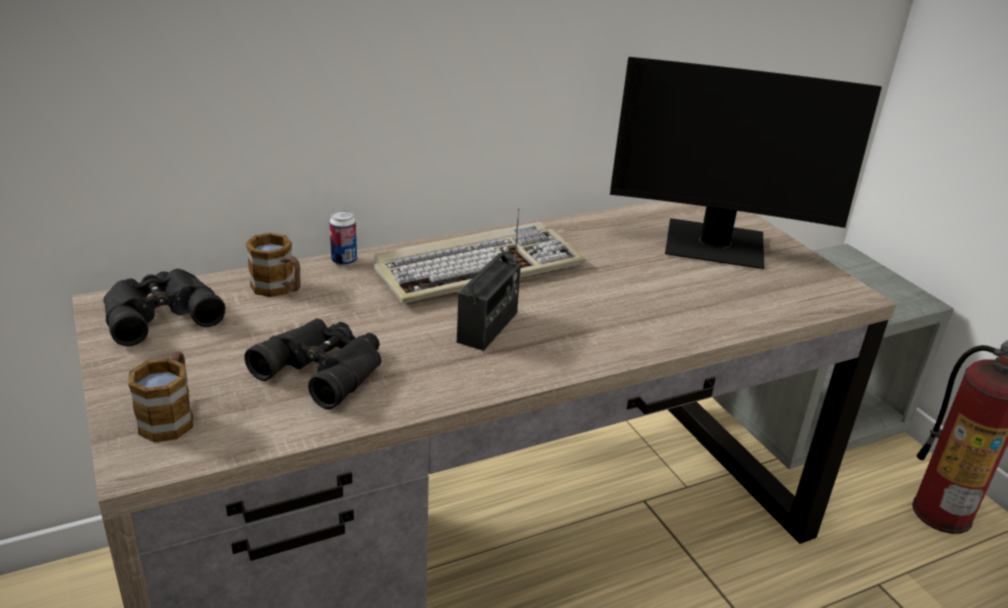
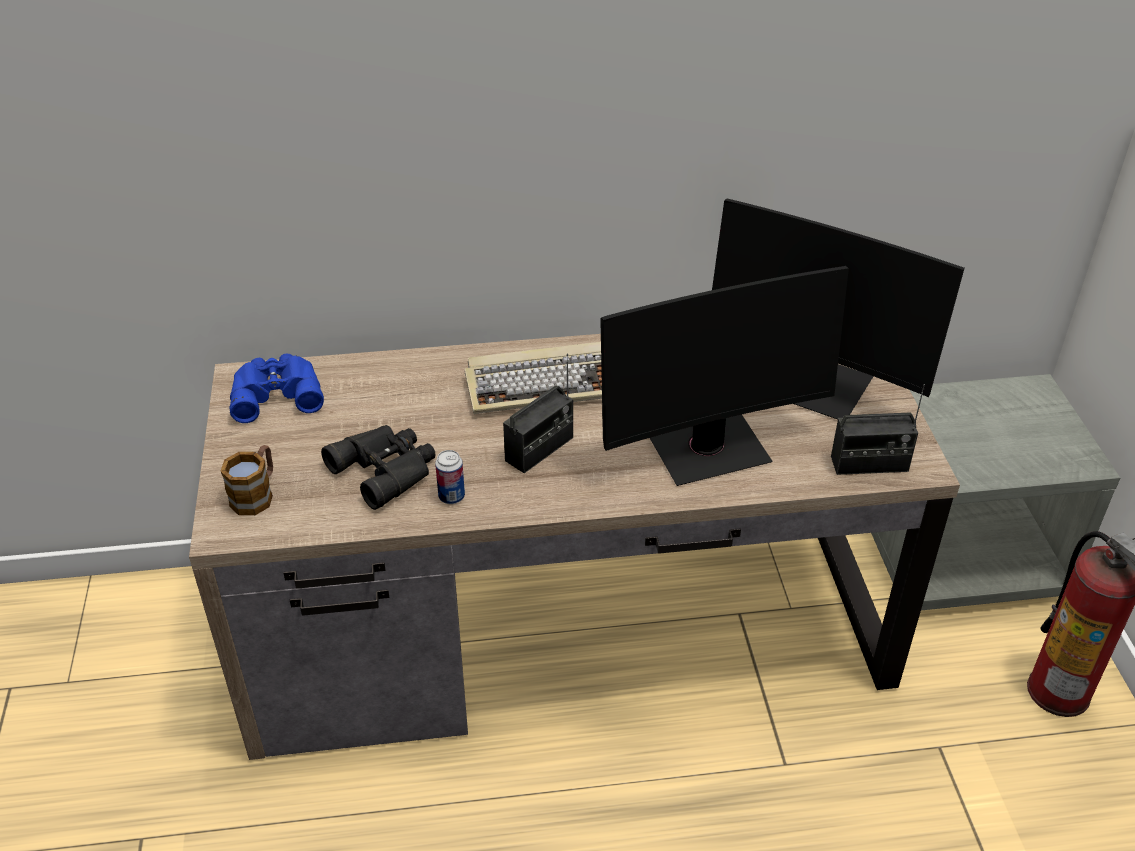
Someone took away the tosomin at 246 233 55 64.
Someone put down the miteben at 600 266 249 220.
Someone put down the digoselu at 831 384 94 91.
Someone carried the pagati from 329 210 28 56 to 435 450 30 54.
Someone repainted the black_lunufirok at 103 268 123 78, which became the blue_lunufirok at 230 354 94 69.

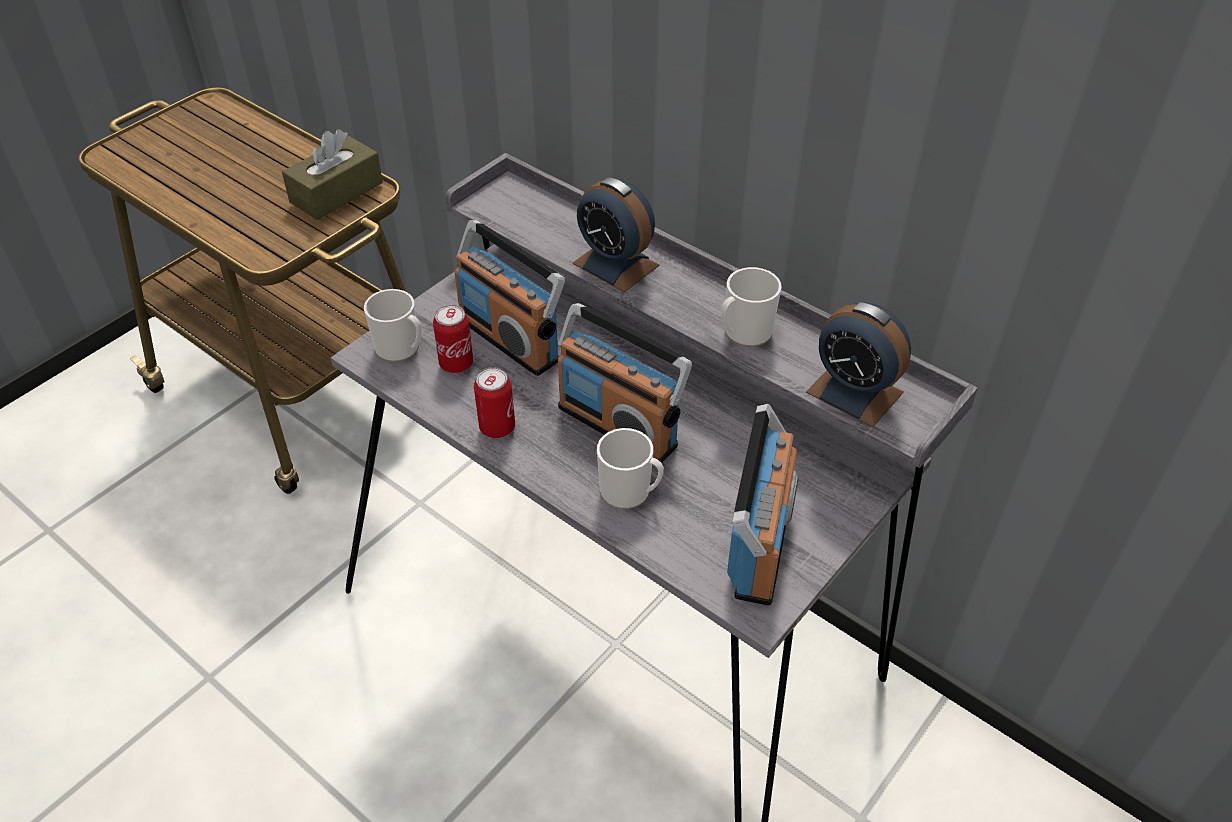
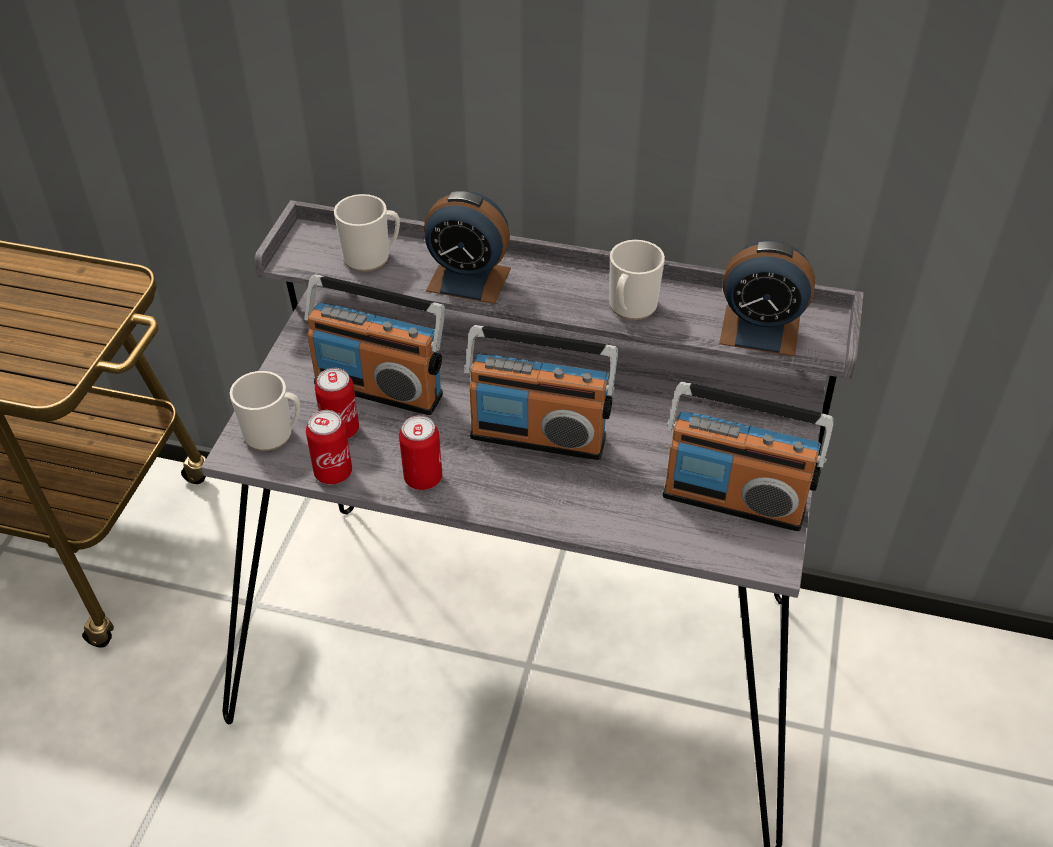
Someone took away the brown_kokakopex at 282 129 101 91.
Someone put down the pagati at 306 410 46 74.
Someone carried the tosomin from 597 428 67 81 to 334 194 66 78.
Someone rotated the digoselu at 727 404 71 202 by 120 degrees clockwise.

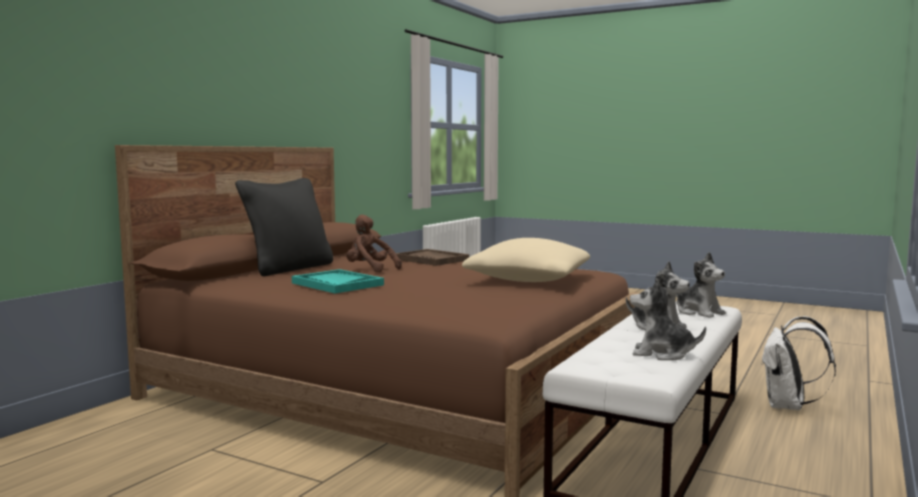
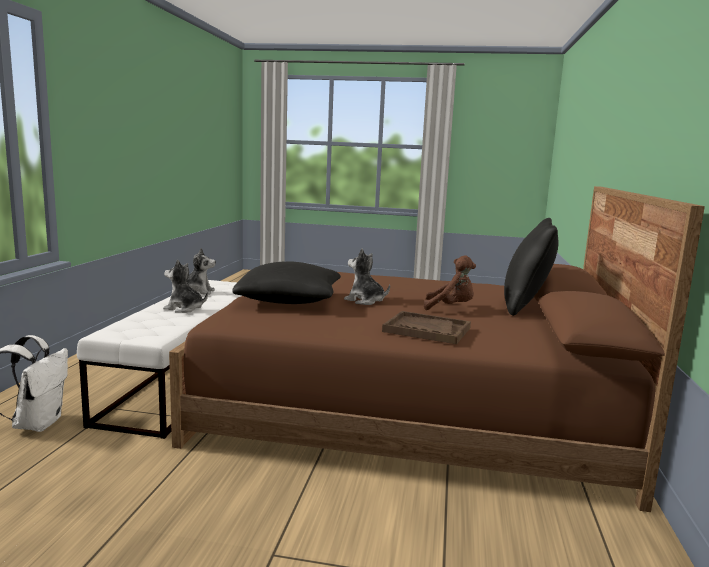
Someone took away the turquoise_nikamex at 292 269 92 24.
Someone carried the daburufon from 676 252 50 66 to 344 249 46 56.
Someone repainted the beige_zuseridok at 462 238 128 44, which became the black_zuseridok at 232 261 109 43.

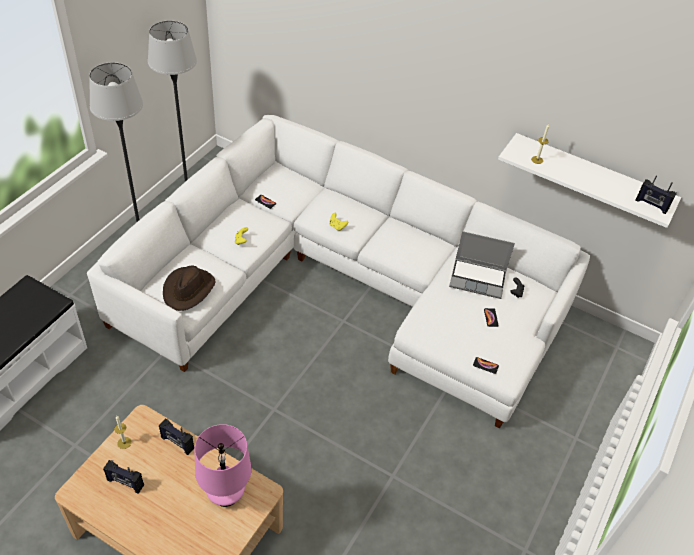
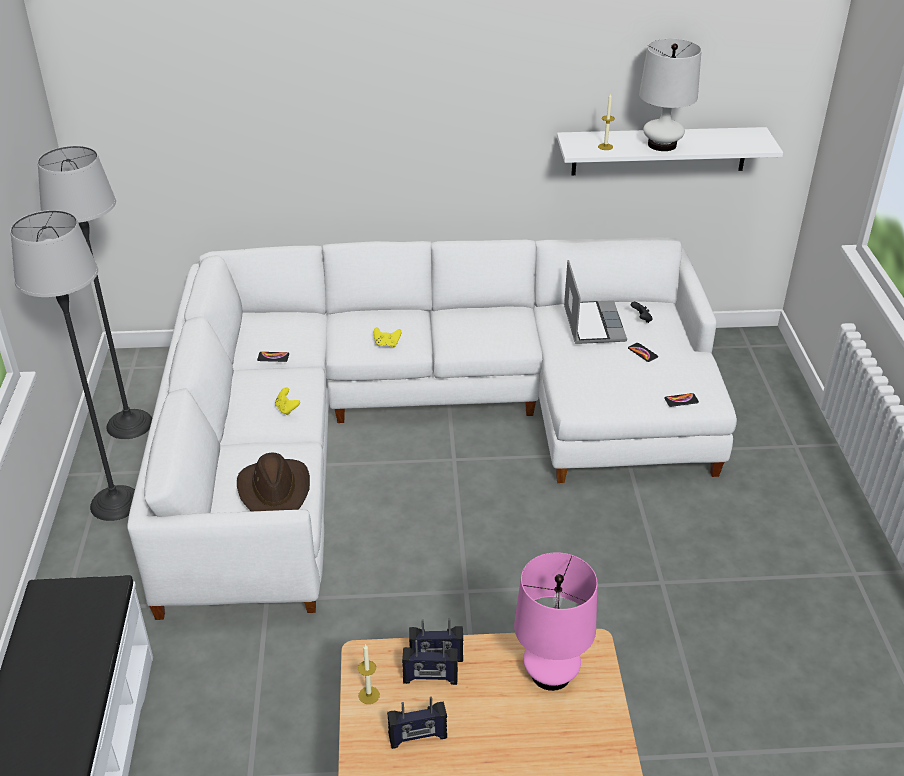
Someone put down the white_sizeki at 639 39 63 112.
Someone carried the digoselu from 635 175 42 39 to 402 640 56 45.
Someone rotated the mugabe at 449 231 66 68 by 75 degrees counterclockwise.

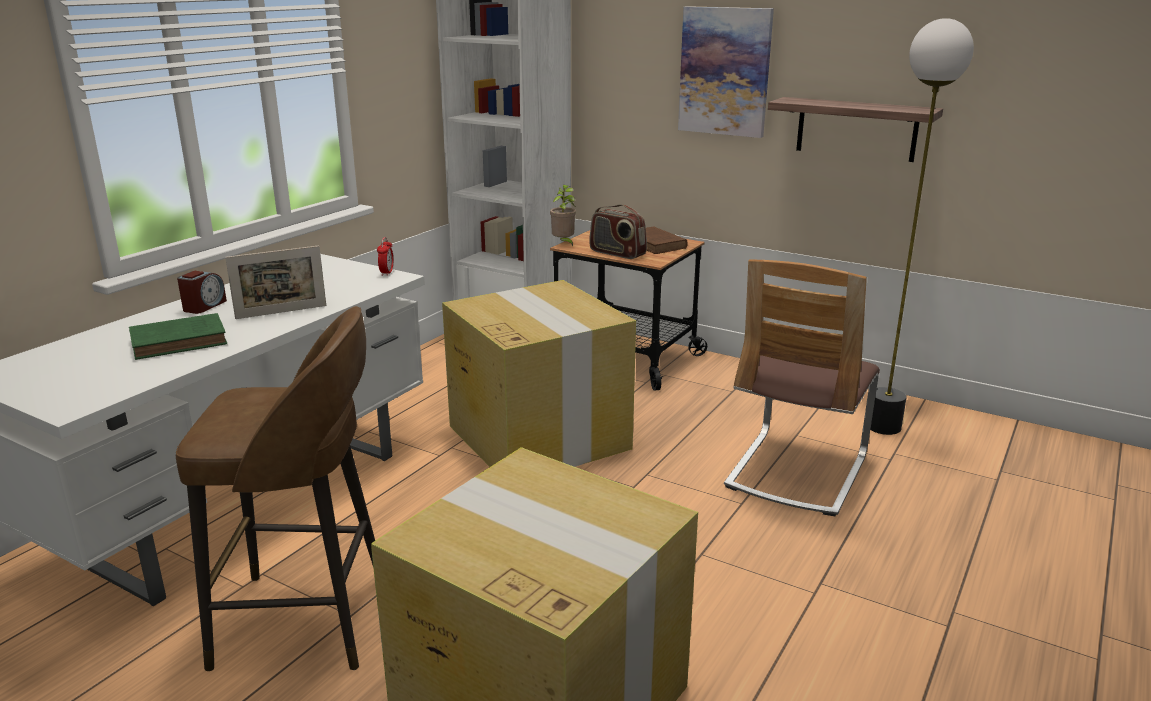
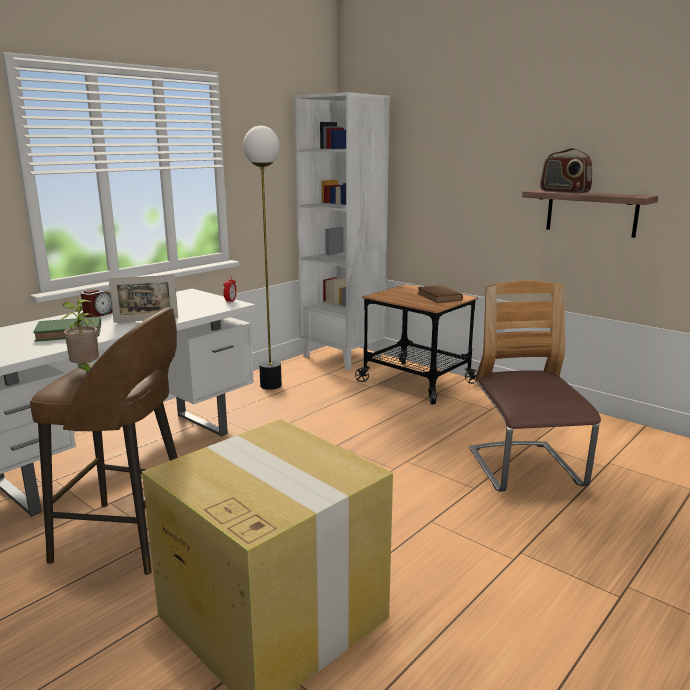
Someone took away the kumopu at 442 280 194 187.
Someone took away the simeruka at 678 6 96 132.
Someone carried the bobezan from 550 185 26 61 to 61 299 38 74.
Someone carried the digoselu from 589 204 58 55 to 540 148 52 45.
Someone carried the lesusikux from 870 18 104 417 to 243 126 39 264.
Someone rotated the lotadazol at 724 259 156 257 by 135 degrees clockwise.

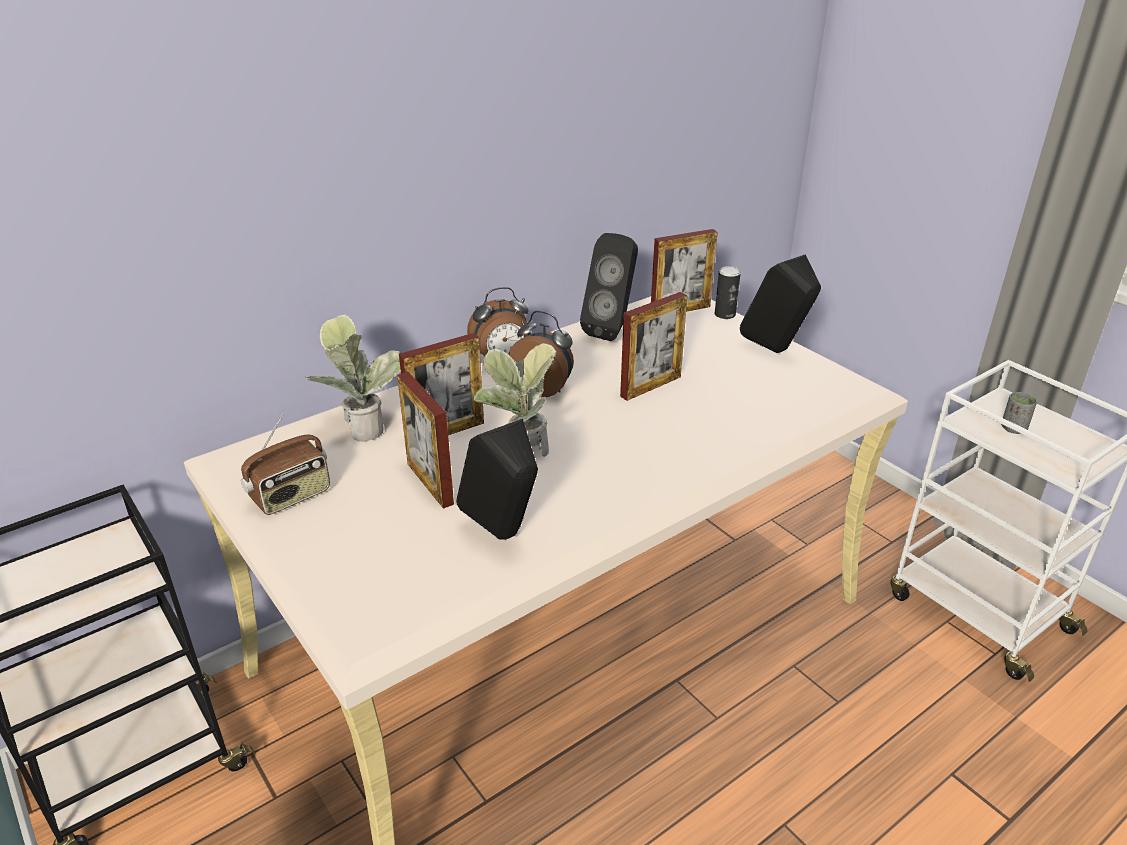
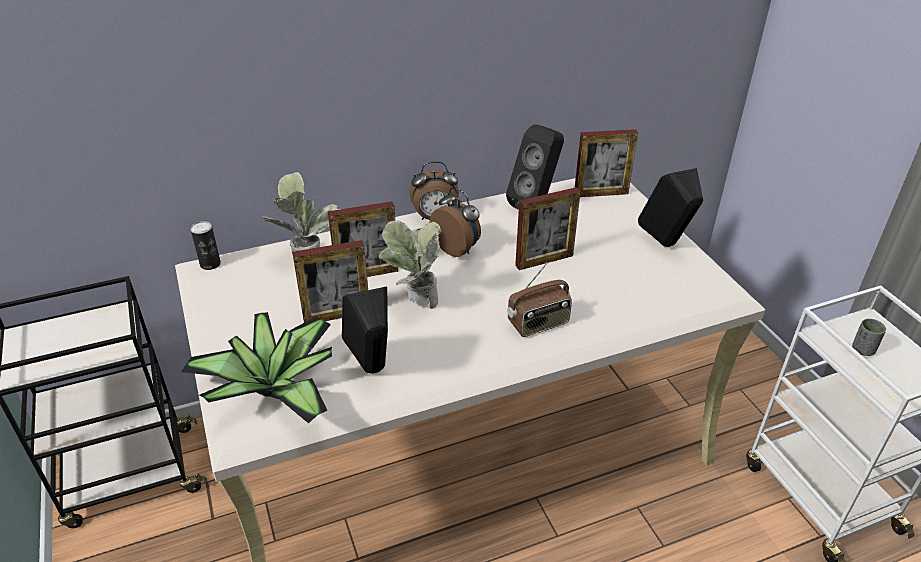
Someone put down the bobezan at 181 312 151 111.
Someone carried the digoselu from 241 414 89 101 to 507 263 65 74.
Someone carried the pagati from 715 266 26 53 to 191 221 30 49.
Someone rotated the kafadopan at 397 372 57 137 by 90 degrees counterclockwise.

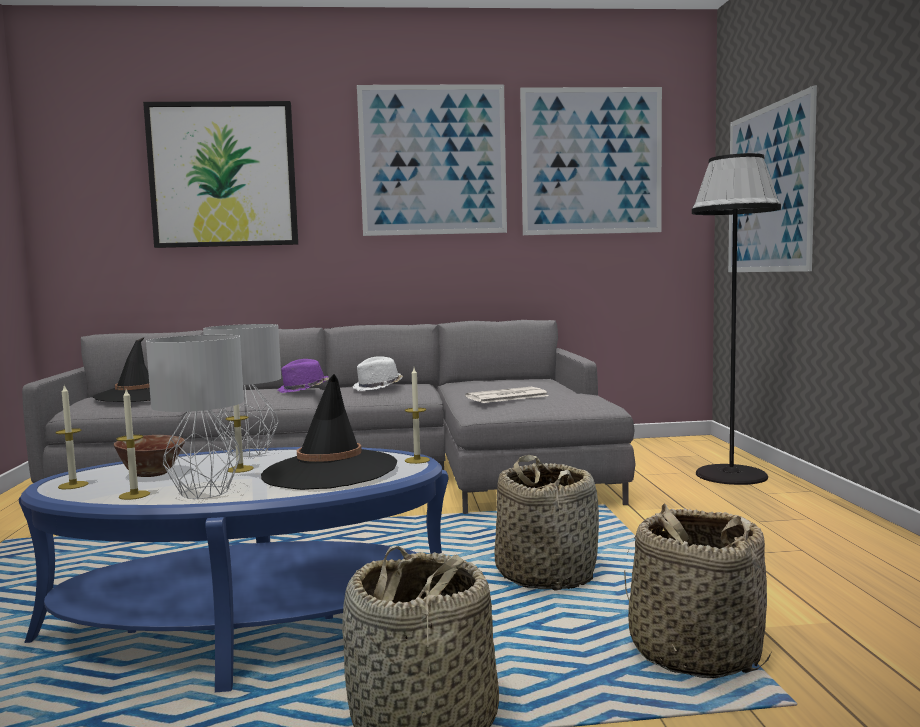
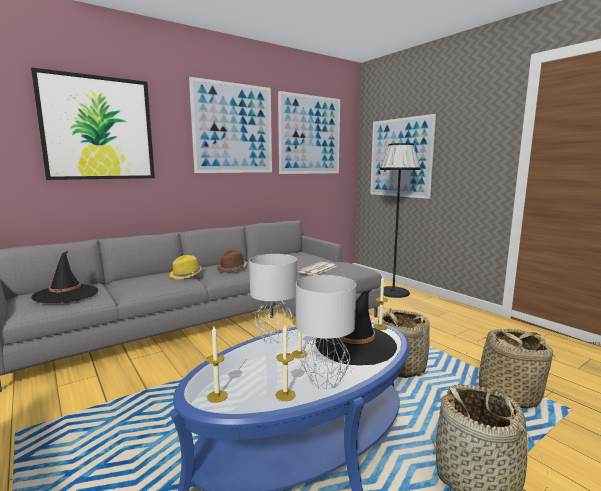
Someone took away the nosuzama at 114 435 71 42.
Someone repainted the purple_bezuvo at 277 359 52 34, which became the yellow_bezuvo at 169 255 33 24.
Someone repainted the white_bezuvo at 353 356 50 35, which became the brown_bezuvo at 217 250 29 23.

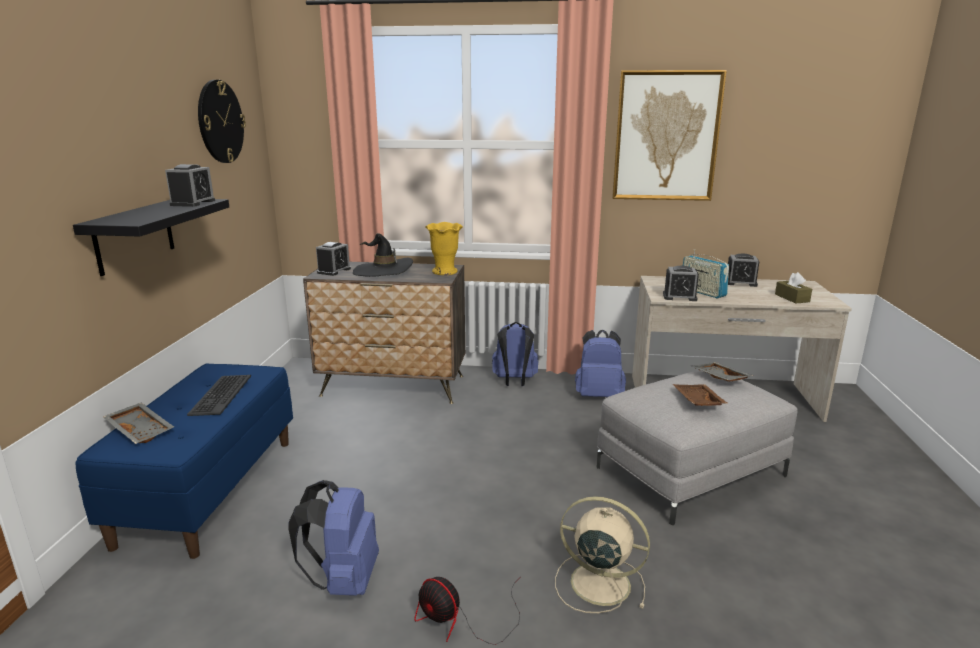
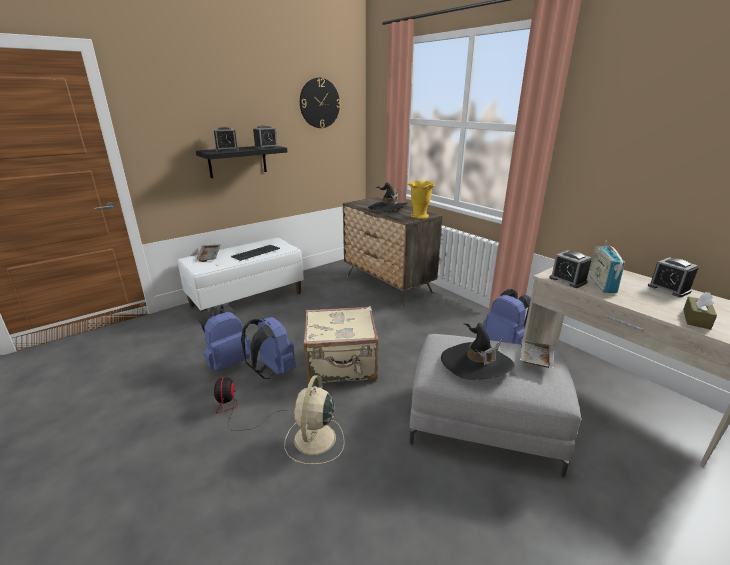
Someone took away the simeruka at 612 70 115 131.
Someone put down the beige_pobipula at 304 306 75 78.
Someone carried the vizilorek from 316 242 35 34 to 214 127 25 24.
Someone carried the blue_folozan from 492 322 47 64 to 241 317 55 62.
Someone swapped the brown_nikamex at 673 384 54 22 for the black_bezuvo at 441 323 74 57.
Someone repainted the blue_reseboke at 76 364 217 195, which became the white_reseboke at 178 237 126 76.
Someone rotated the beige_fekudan at 555 496 95 117 by 150 degrees counterclockwise.

